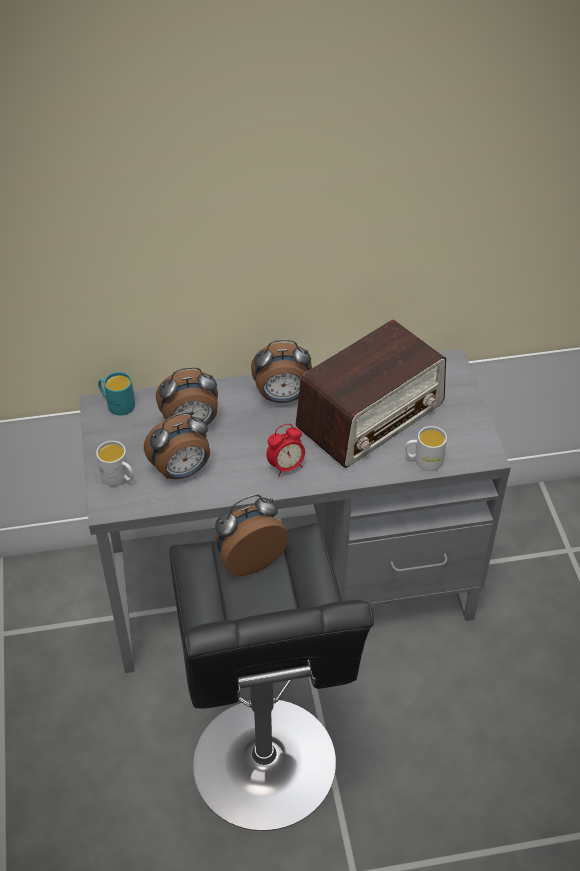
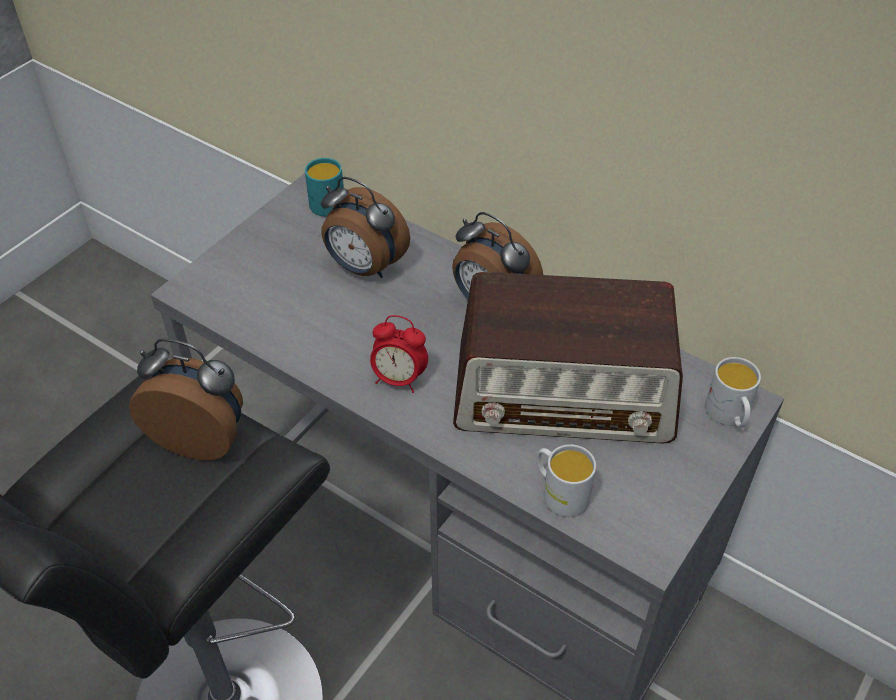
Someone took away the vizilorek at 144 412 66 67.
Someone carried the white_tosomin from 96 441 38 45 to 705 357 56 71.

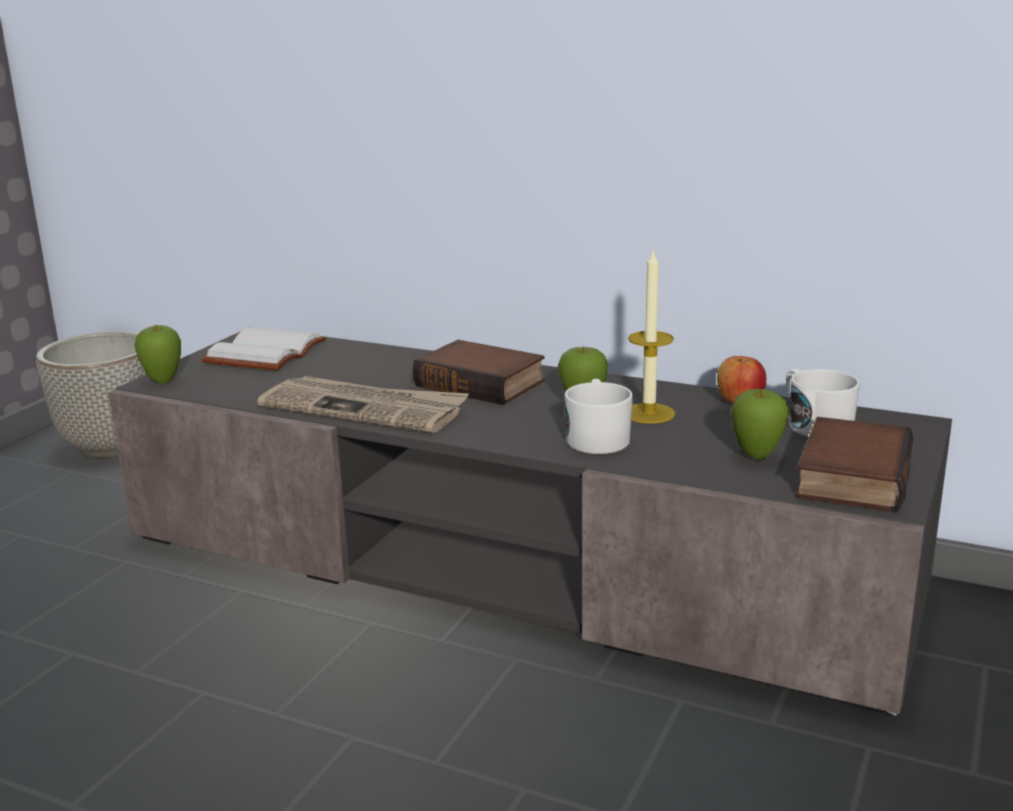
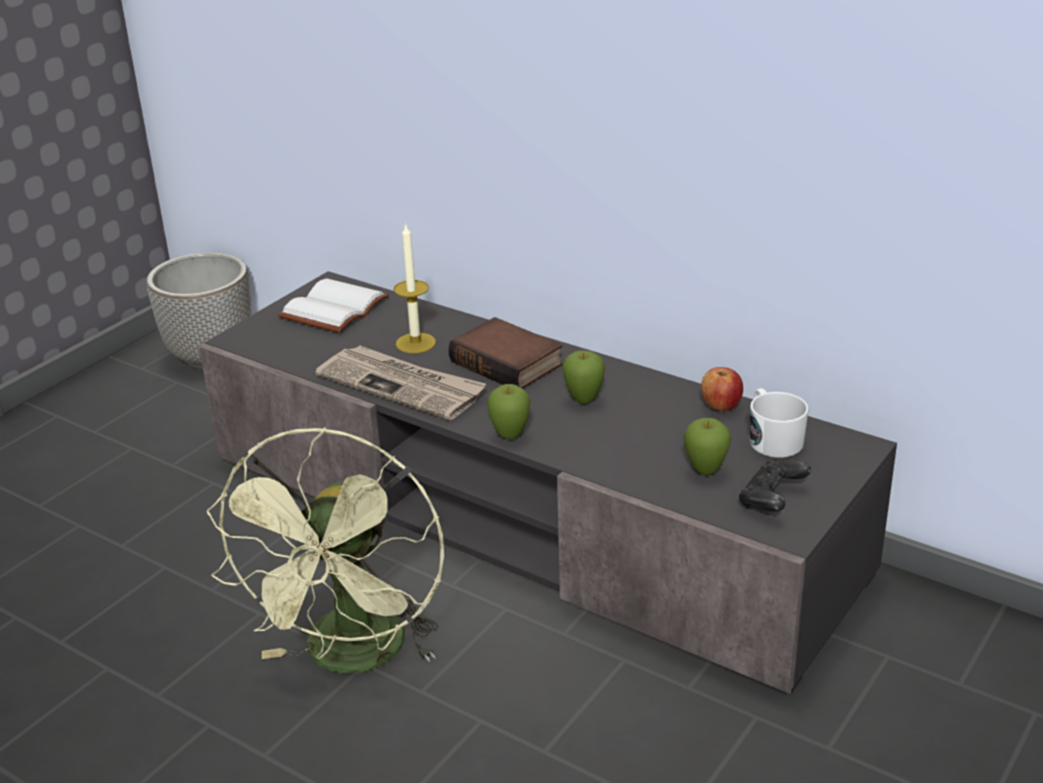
Someone took away the white_tosomin at 564 379 69 75.
Someone put down the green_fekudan at 207 427 237 247.
Someone carried the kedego from 134 325 47 58 to 487 384 43 56.
Someone carried the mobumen from 628 248 47 176 to 394 223 42 130.
Someone swapped the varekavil at 795 417 118 95 for the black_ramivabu at 739 459 72 53.

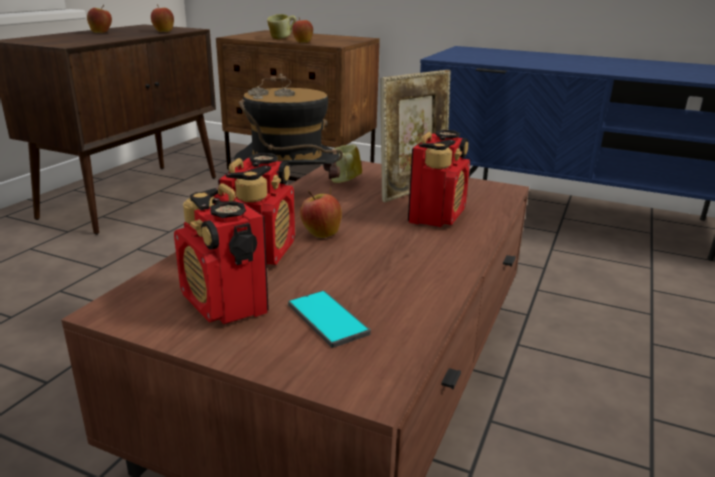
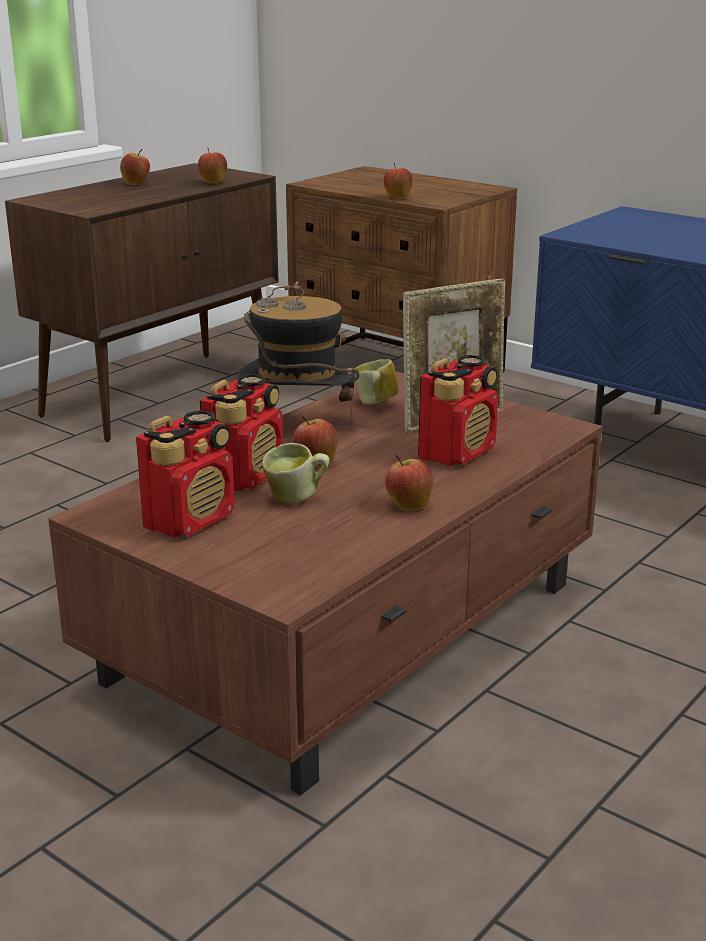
Someone took away the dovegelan at 288 290 83 58.
Someone put down the kedego at 385 454 48 57.
Someone carried the tosomin from 267 14 29 25 to 262 443 68 62.
Someone rotated the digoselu at 174 183 95 141 by 120 degrees counterclockwise.

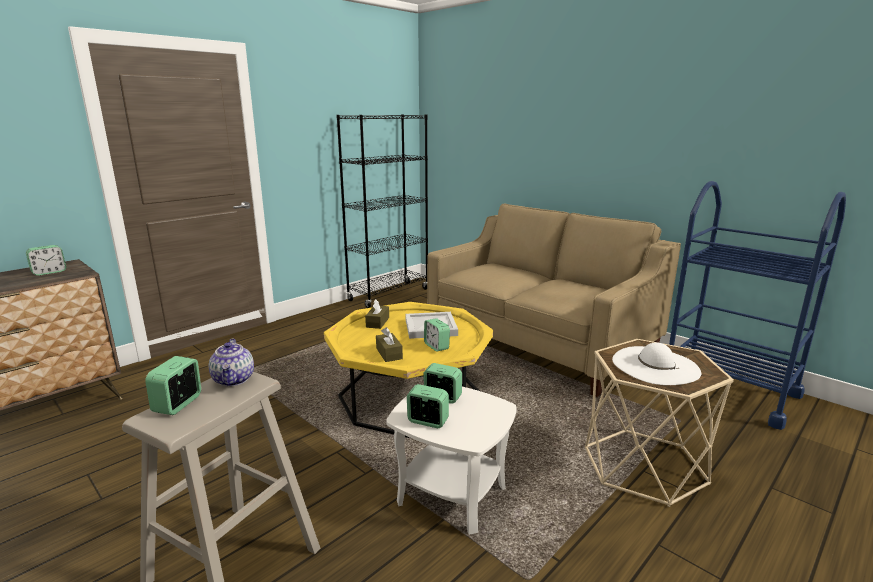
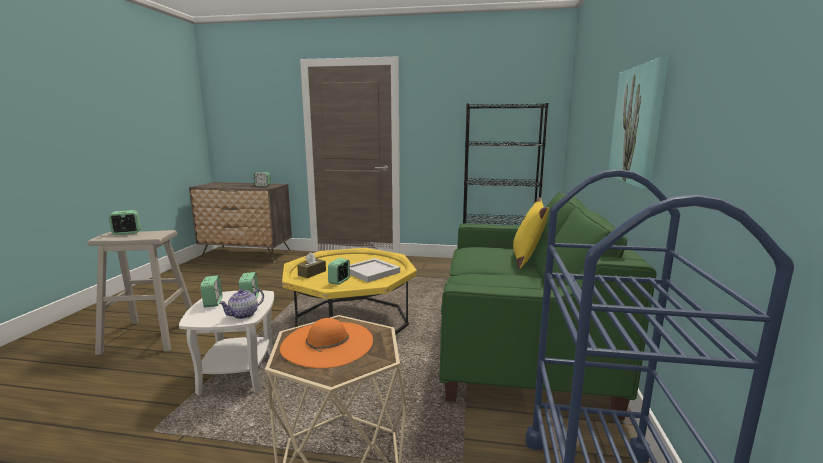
Someone took away the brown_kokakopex at 365 299 24 30.
Someone put down the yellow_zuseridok at 513 197 36 72.
Someone put up the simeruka at 609 57 60 132.
Someone carried the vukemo from 209 339 45 47 to 219 289 45 30.
Someone repainted the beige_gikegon at 427 204 254 193, which became the green_gikegon at 439 192 218 229.
Someone repainted the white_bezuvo at 612 342 89 43, which became the orange_bezuvo at 280 318 93 50.

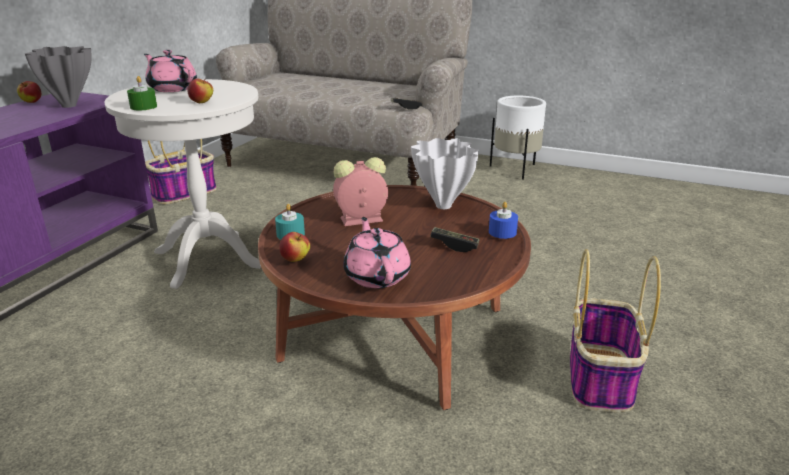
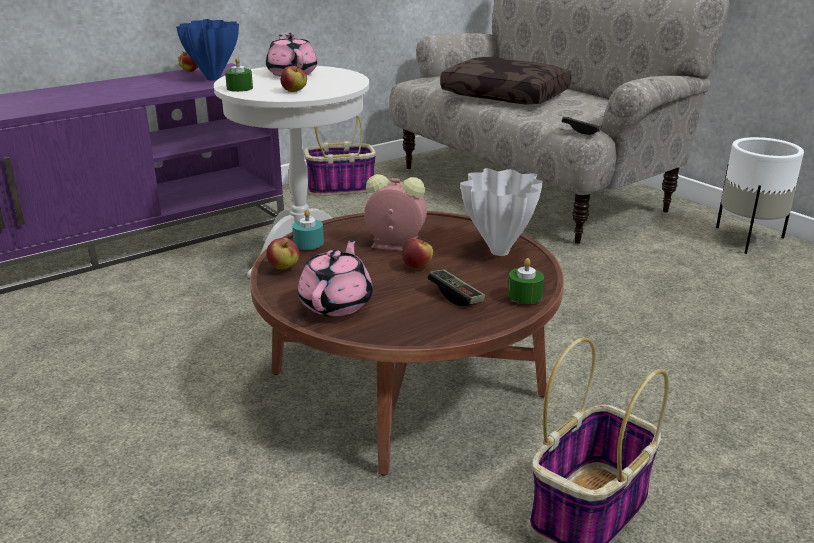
Someone put down the kedego at 402 238 31 31.
Someone put down the brown_zuseridok at 440 57 132 48.
Someone repainted the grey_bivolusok at 25 46 66 62, which became the blue_bivolusok at 176 19 63 62.
Someone repainted the blue_mobumen at 489 202 29 37, which became the green_mobumen at 508 258 36 46.

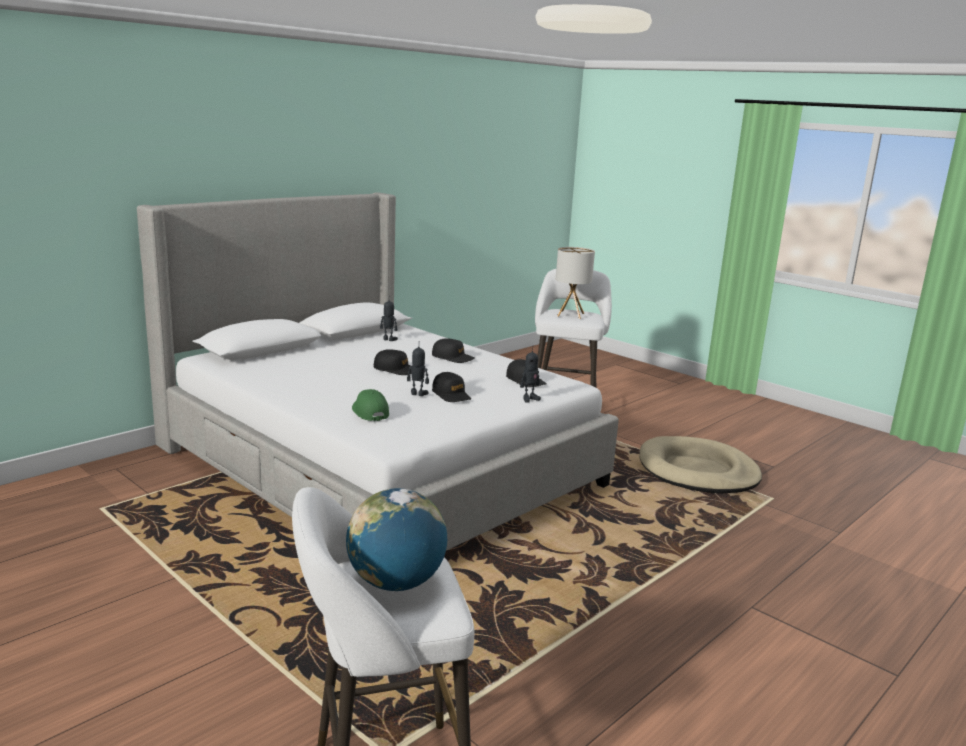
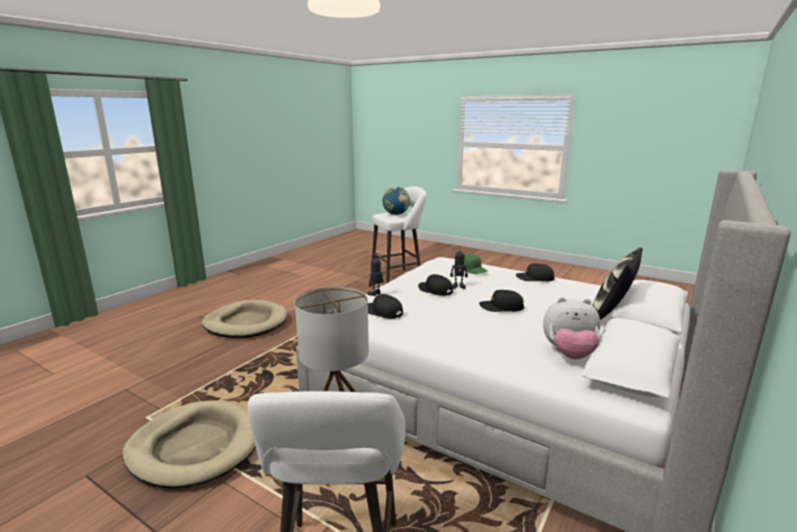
Someone put down the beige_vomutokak at 202 300 86 38.
Someone put down the zuseridok at 592 247 51 73.
Someone carried the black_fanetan from 432 338 42 25 to 516 263 38 19.
Someone swapped the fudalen at 380 300 18 41 for the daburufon at 543 297 58 62.

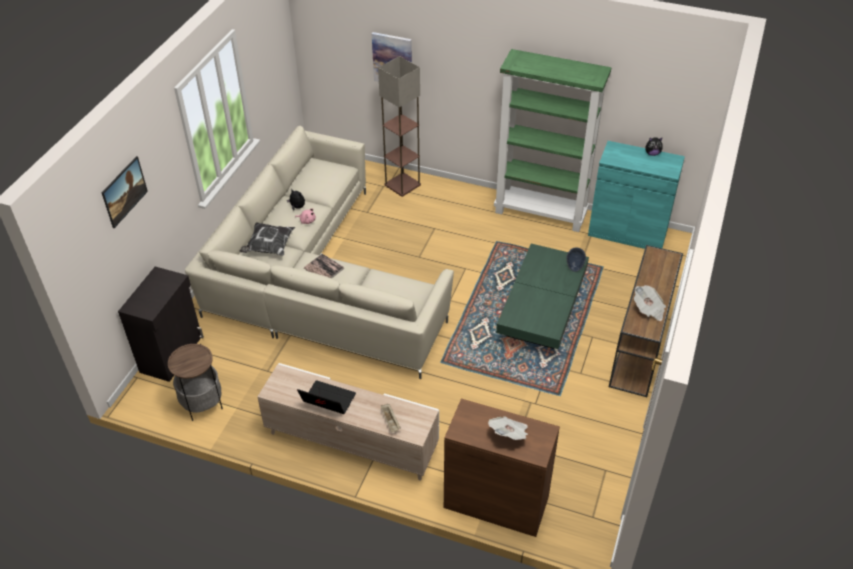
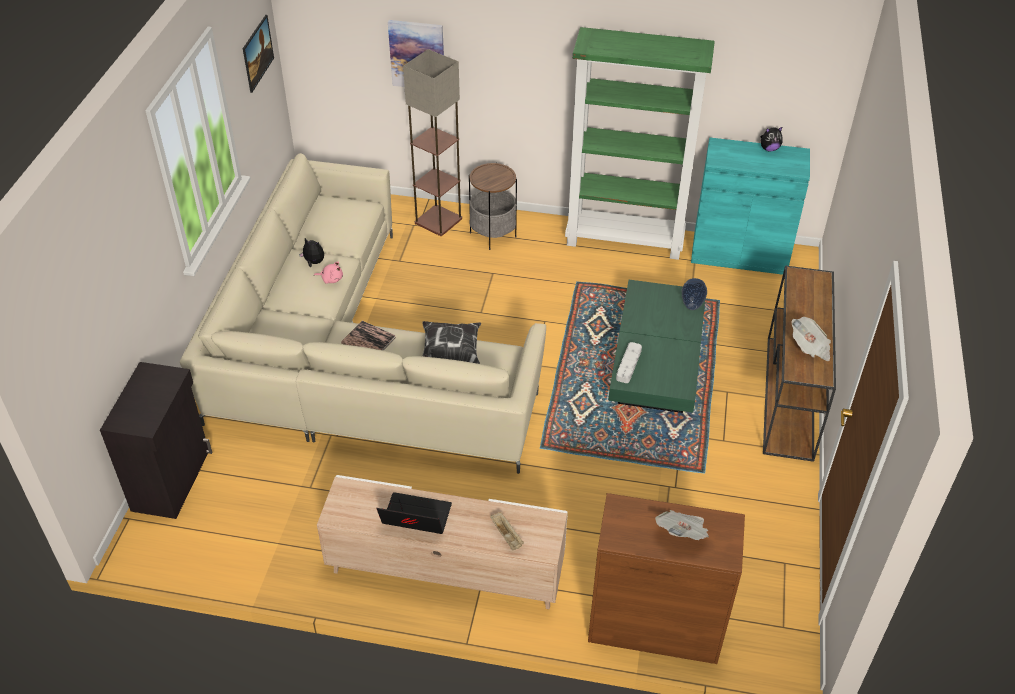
Someone put down the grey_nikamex at 616 342 26 41.
Someone carried the simeruka from 102 156 46 72 to 243 15 31 78.
Someone carried the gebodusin from 168 344 55 77 to 469 162 48 88.
Someone carried the zuseridok from 240 222 55 34 to 422 321 59 43.

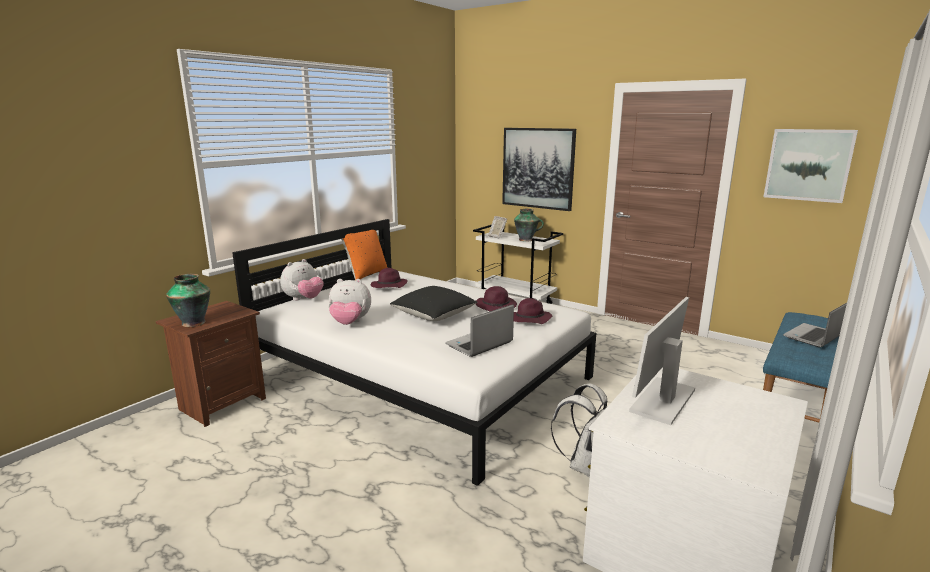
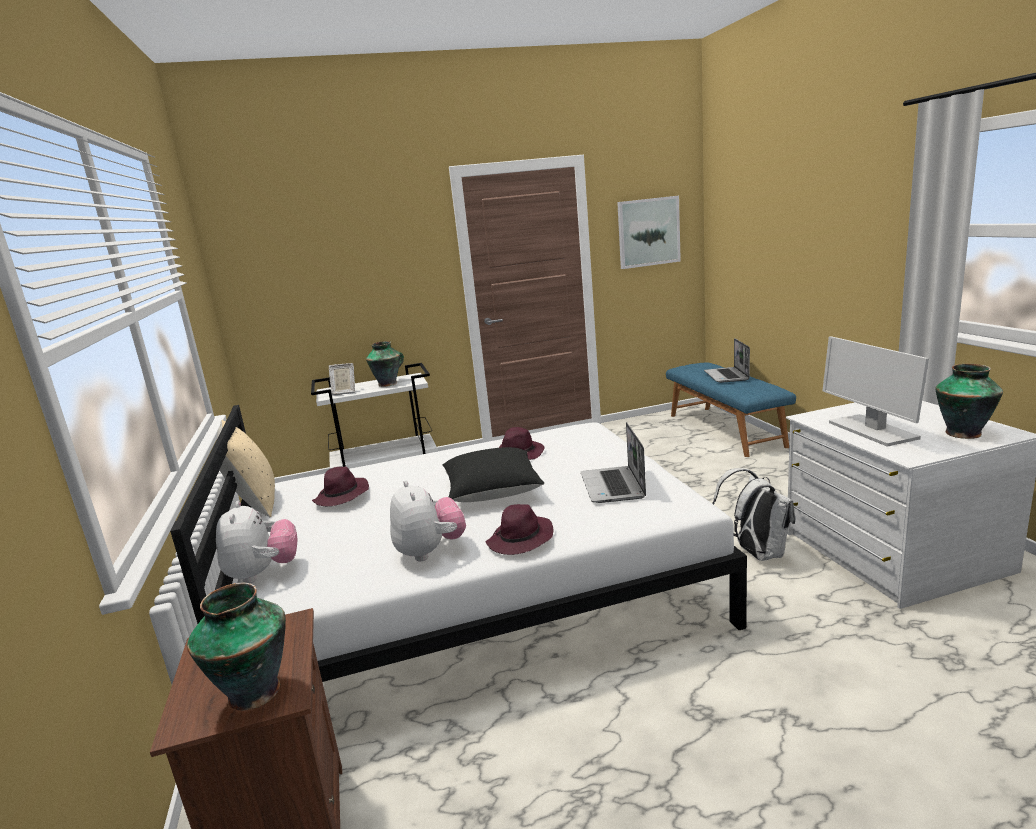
Someone took away the simeruka at 502 128 74 83.
Someone put down the bivolusok at 935 364 68 75.
Someone carried the purple_bezuvo from 514 298 38 26 to 486 504 68 51.
Someone repainted the orange_zuseridok at 341 230 47 50, which became the beige_zuseridok at 217 420 58 97.
Someone rotated the daburufon at 328 279 43 46 by 60 degrees counterclockwise.

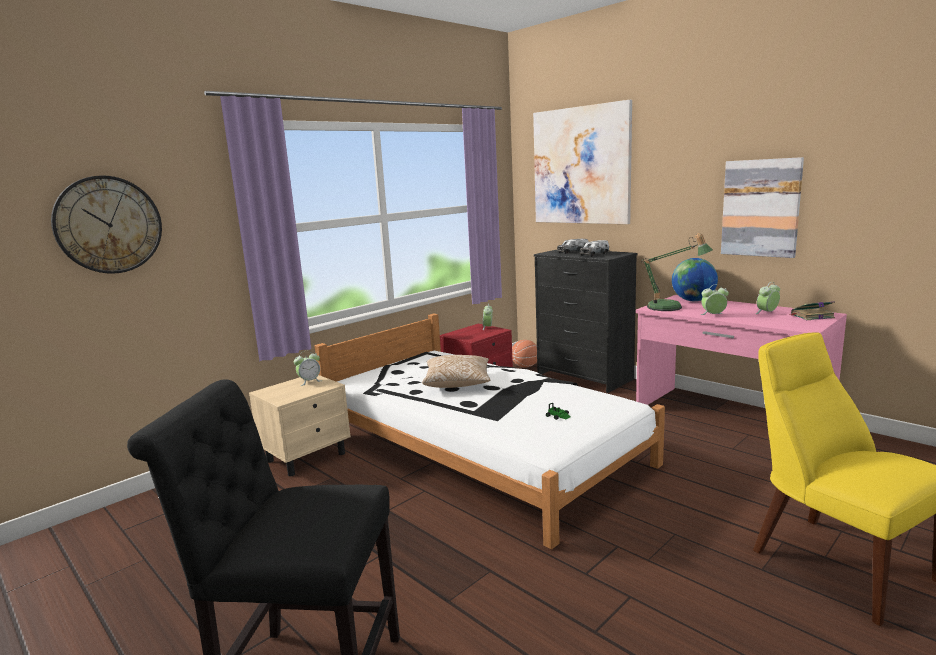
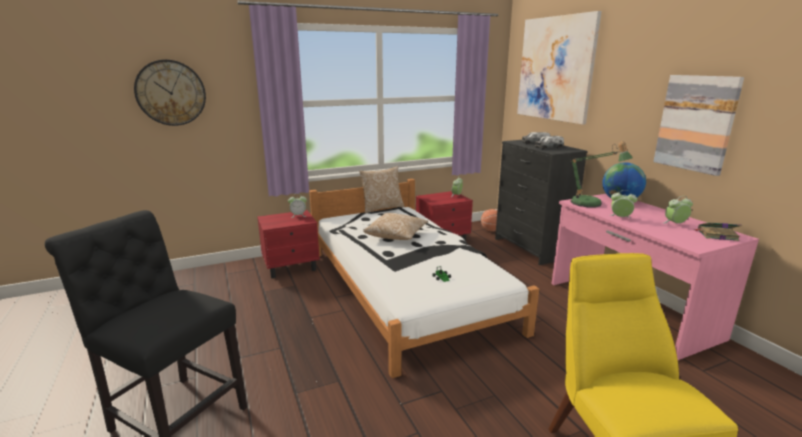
Someone put down the zuseridok at 359 166 46 47.
Someone repainted the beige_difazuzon at 249 375 102 102, which became the red_difazuzon at 257 210 63 69.

